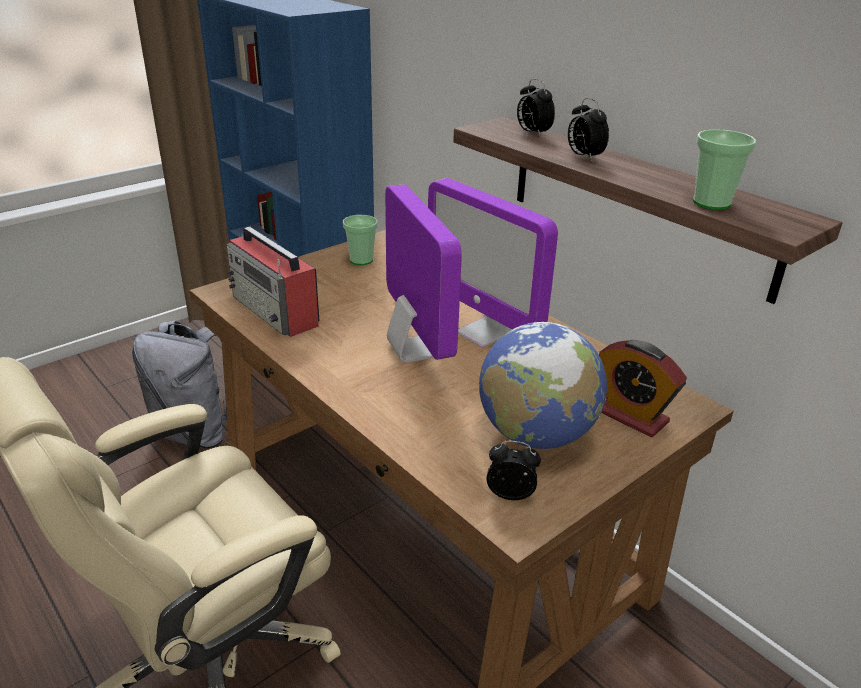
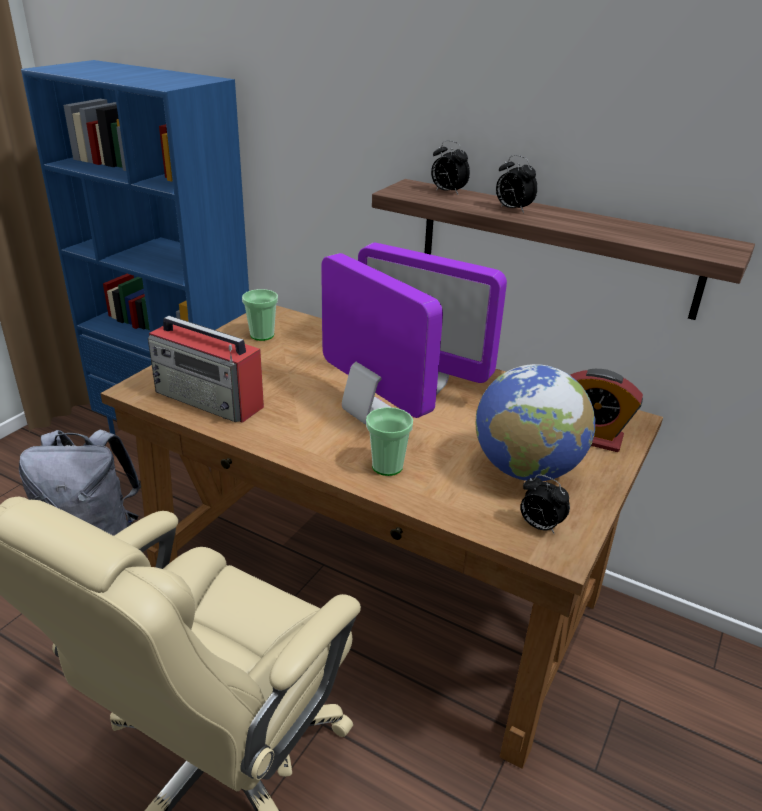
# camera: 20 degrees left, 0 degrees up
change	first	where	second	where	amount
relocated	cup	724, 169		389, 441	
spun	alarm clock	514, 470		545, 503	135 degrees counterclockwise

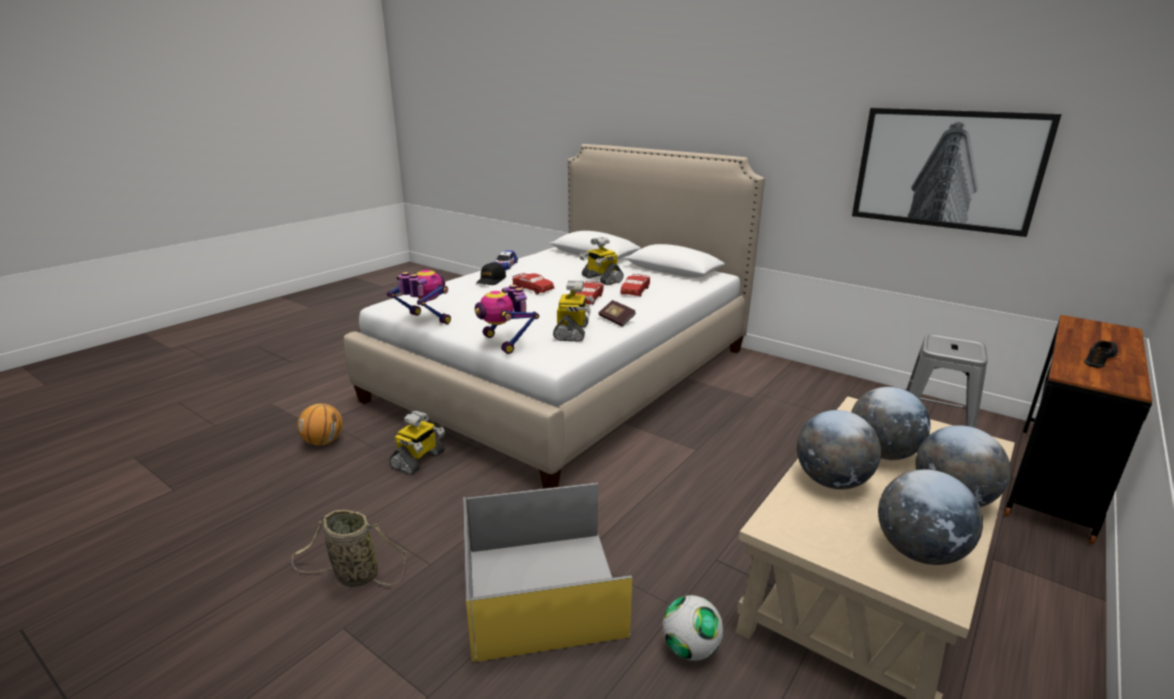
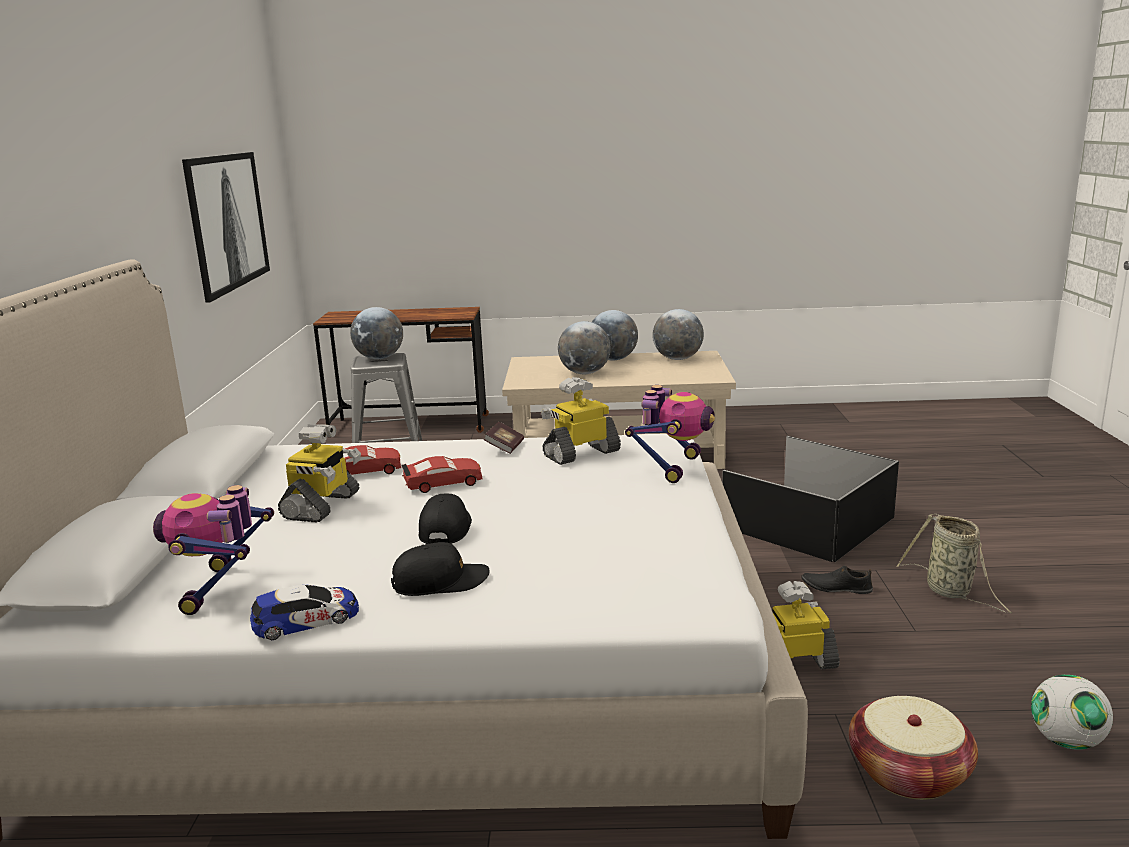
# camera: 125 degrees left, 5 degrees down
change	first	where	second	where	amount
relocated	toy robot	419, 297		213, 550	
exchanged	toy car (red)	533, 283	cap (black)	445, 518	
relocated	shoe (black)	1101, 354		837, 579	
exchanged	basketball	320, 424	basket	913, 748	
relocated	globe	839, 450		376, 333	
colour	storage box (yellow)	547, 572	storage box (black)	810, 499	
relocated	football	693, 628		1072, 712	

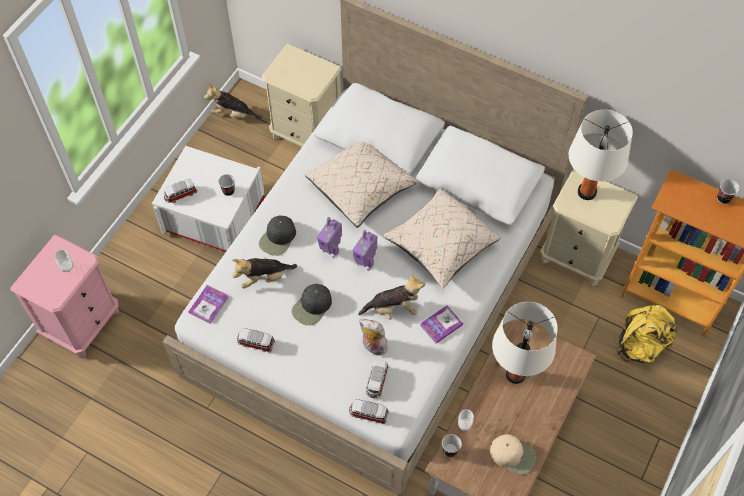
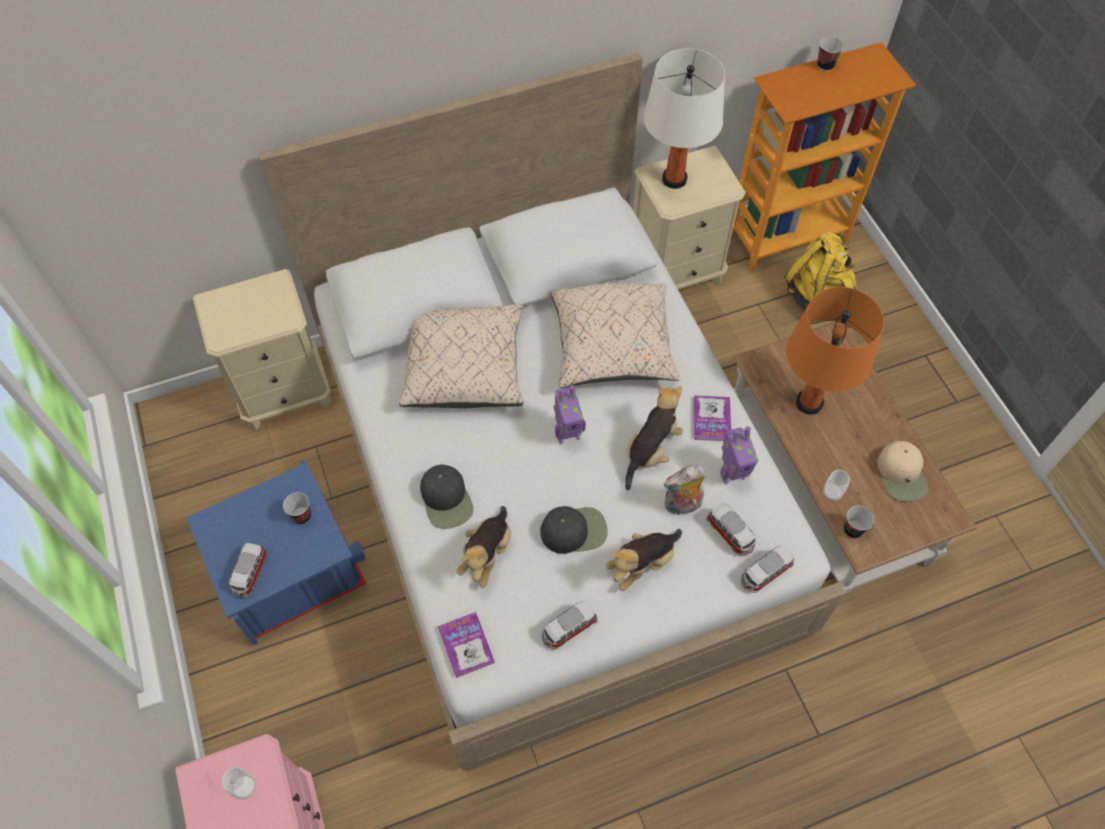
# camera: 50 degrees left, 0 degrees up
change	first	where	second	where	amount
relocated	plush toy	233, 101		644, 560	
colour	storage box (white)	208, 199	storage box (blue)	276, 552	
relocated	toy robot	329, 237		739, 455	
spun	cap (black)	311, 304		574, 530	90 degrees counterclockwise
colour	table lamp (white)	525, 343	table lamp (orange)	835, 351	
spun	cap (beige)	513, 454		902, 471	105 degrees clockwise

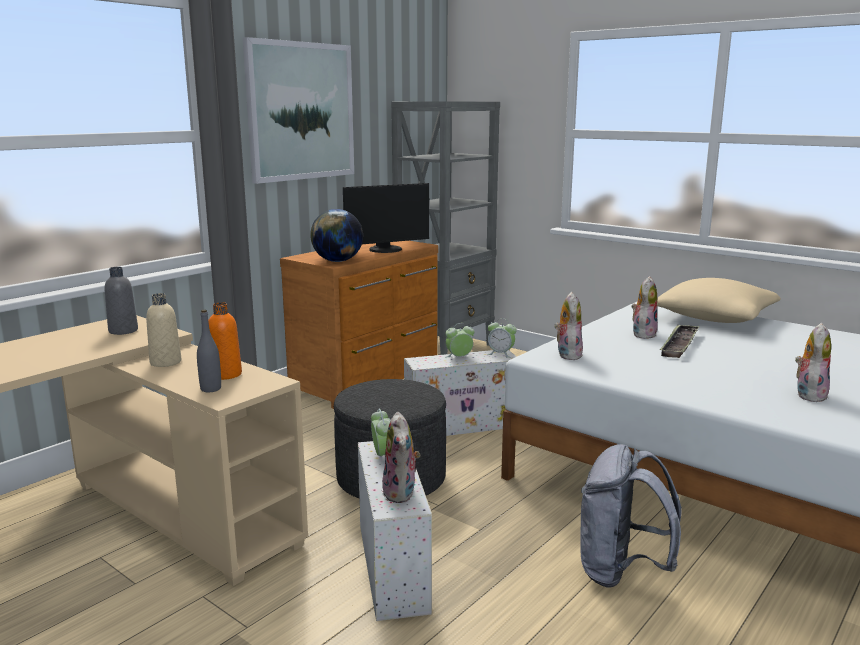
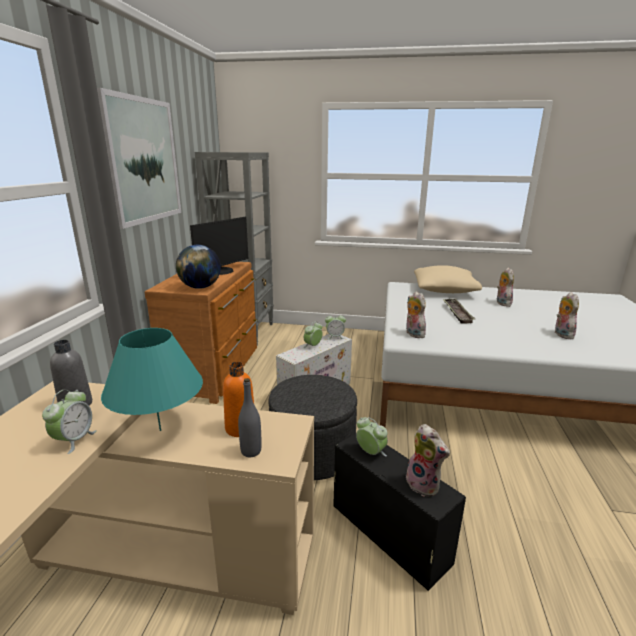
# camera: 30 degrees left, 5 degrees up
change	first	where	second	where	amount
relocated	plush toy	644, 307		505, 287	
exchanged	bottle (beige)	163, 330	table lamp (turquoise)	152, 379	
colour	storage box (white)	395, 531	storage box (black)	399, 512	
missing	backpack (grey)	630, 515			
appeared			alarm clock	69, 421	

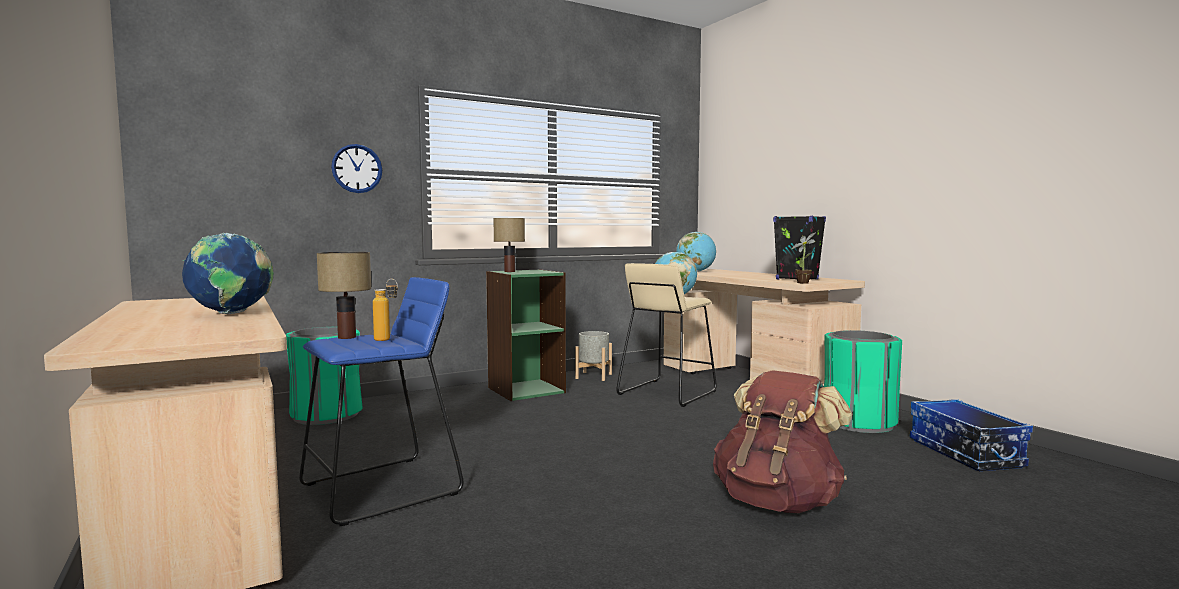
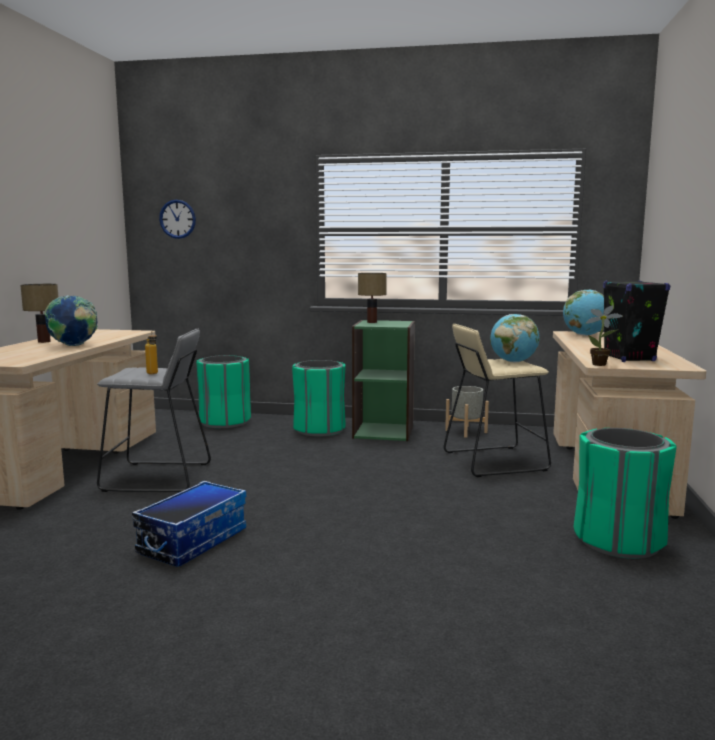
# camera: 40 degrees right, 5 degrees up
change	first	where	second	where	amount
relocated	wall clock	356, 168		177, 219	
relocated	table lamp	344, 295		39, 313	
colour	stool (blue)	381, 401	stool (grey)	154, 411	
missing	backpack (brown)	782, 441			
relocated	storage box	971, 435		189, 524	
appeared			trash can (green)	319, 398	

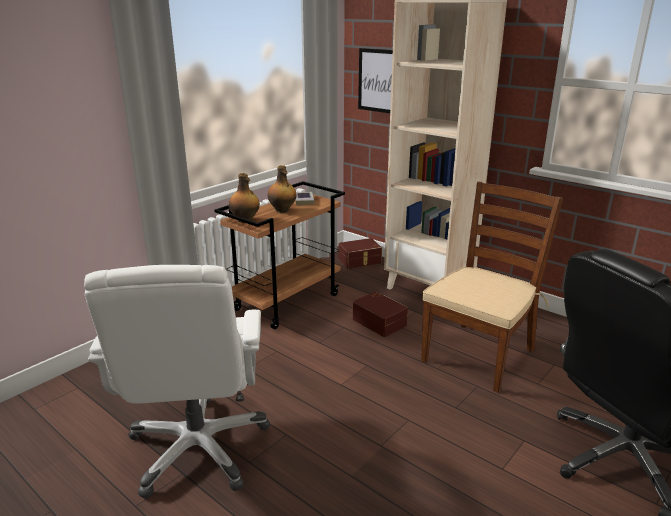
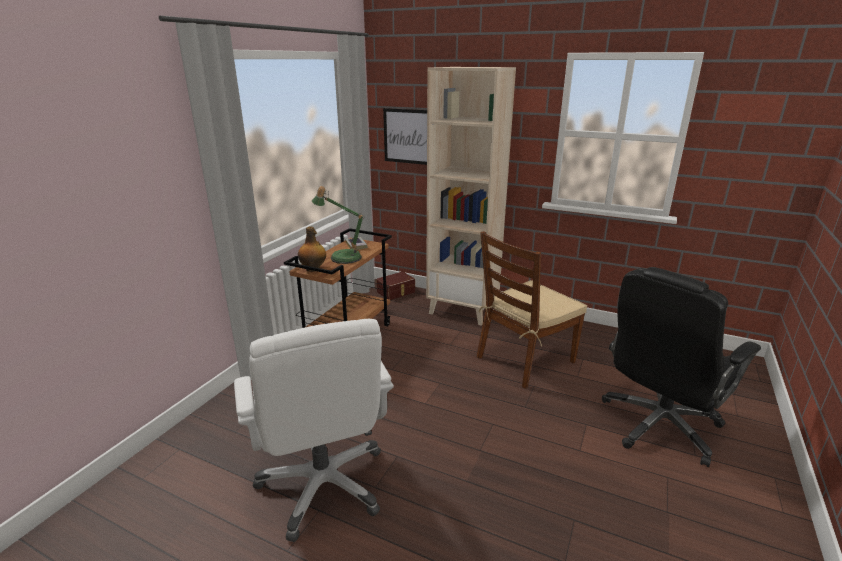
# camera: 15 degrees left, 0 degrees up
change	first	where	second	where	amount
exchanged	bottle	282, 189	table lamp	338, 225	
spun	chair (brown)	492, 287		532, 310	150 degrees counterclockwise
missing	storage box (brown)	380, 314			

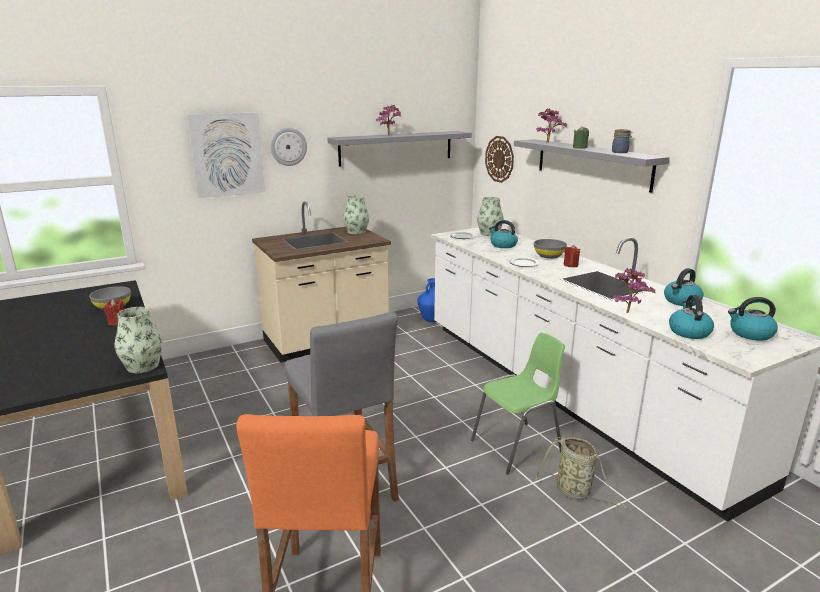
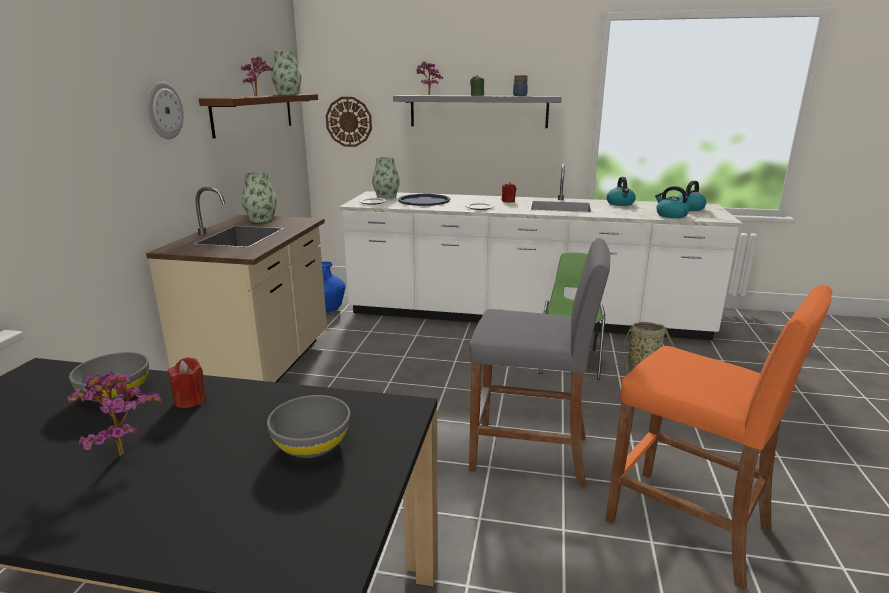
# camera: 50 degrees left, 0 degrees up
change	first	where	second	where	amount
missing	picture	226, 155			
colour	shelf (grey)	399, 149	shelf (brown)	258, 116	
exchanged	kettle	503, 234	tray (blue)	424, 200	
relocated	bowl (grey)	550, 249		308, 426	
relocated	potted plant	635, 290		114, 413	
relocated	vase	139, 340		286, 73	

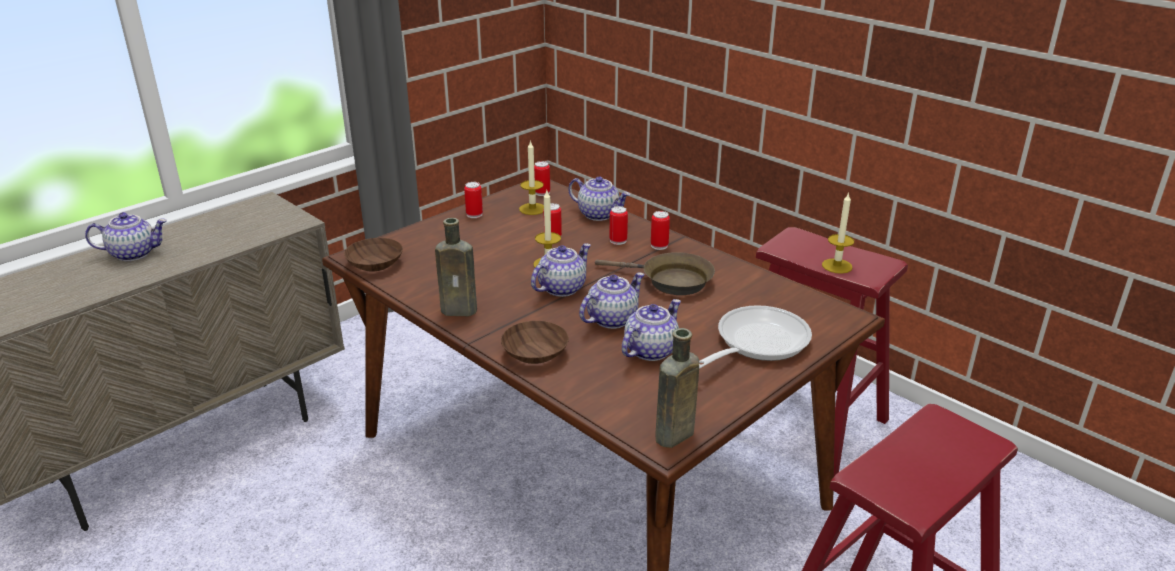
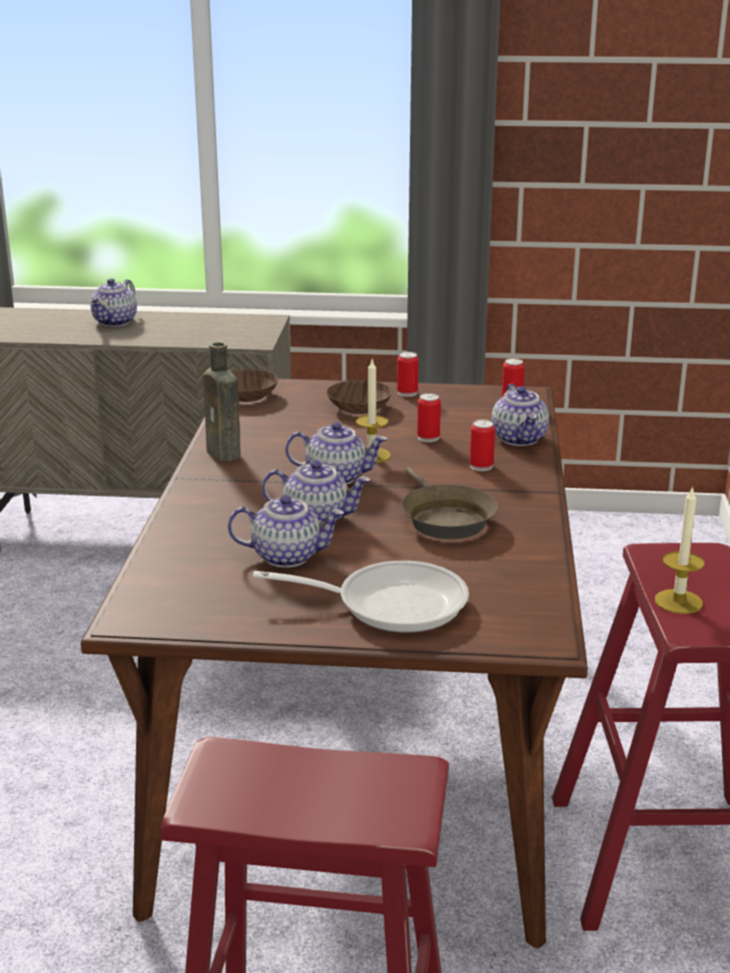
# camera: 50 degrees right, 5 degrees down
change	first	where	second	where	amount
missing	candle	531, 177			
missing	can	660, 230			
spun	teapot	126, 236		113, 302	75 degrees clockwise
relocated	bowl (brown)	535, 342		359, 397	
missing	bottle (brown)	677, 388			

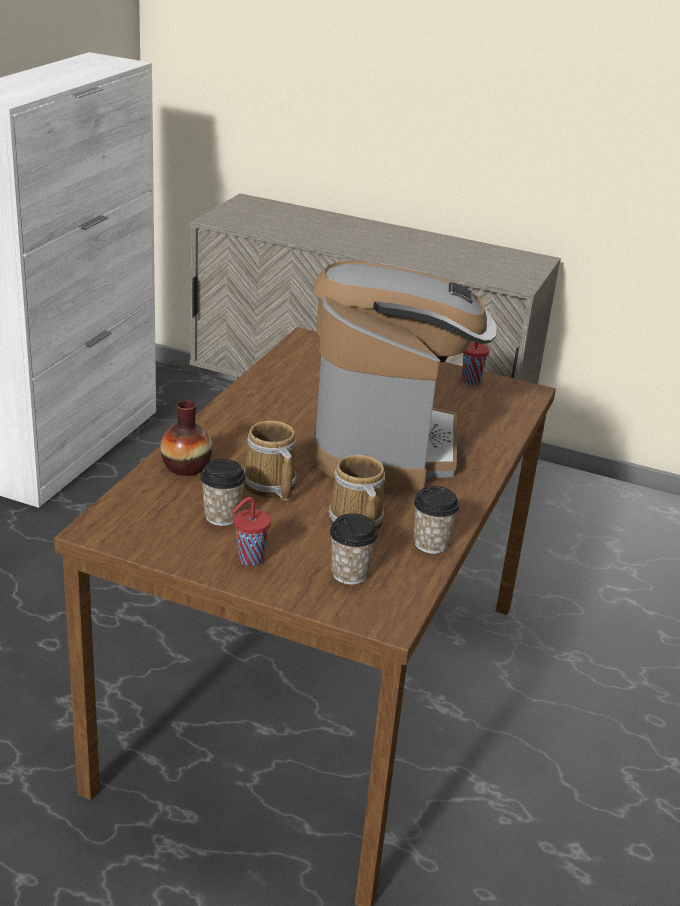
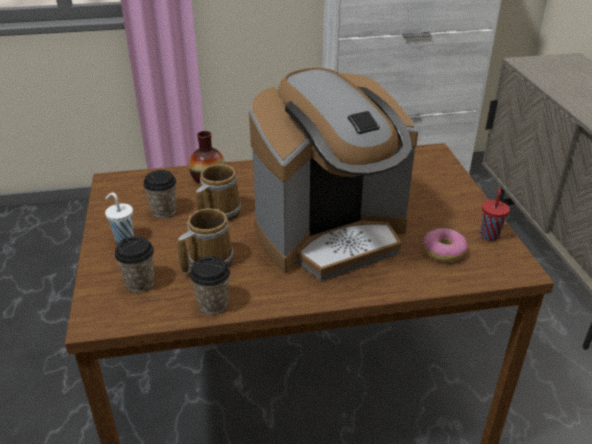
# camera: 60 degrees right, 5 degrees up
change	first	where	second	where	amount
colour	cup (red)	251, 531	cup (white)	119, 218	
appeared			donut	445, 245	

